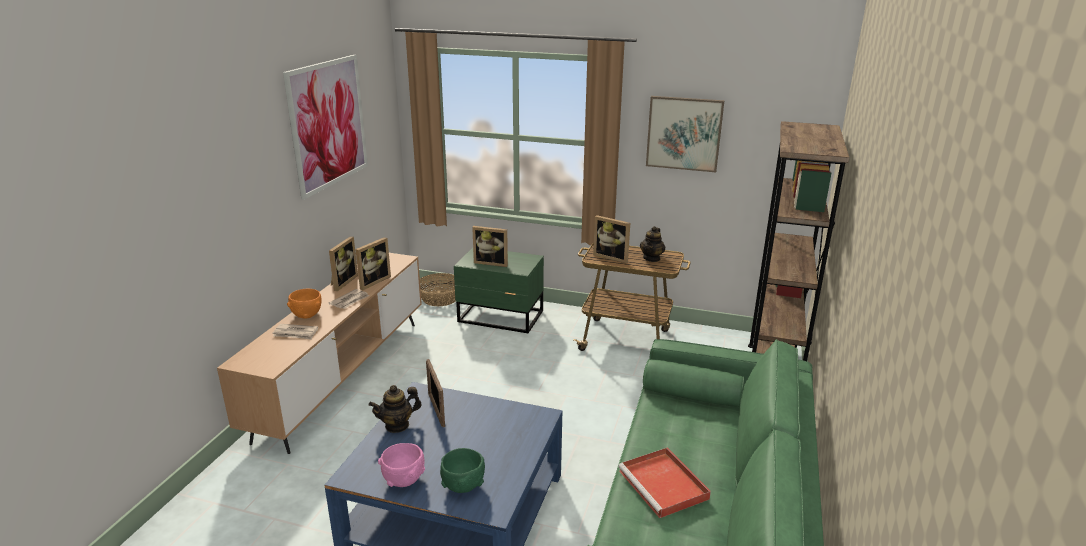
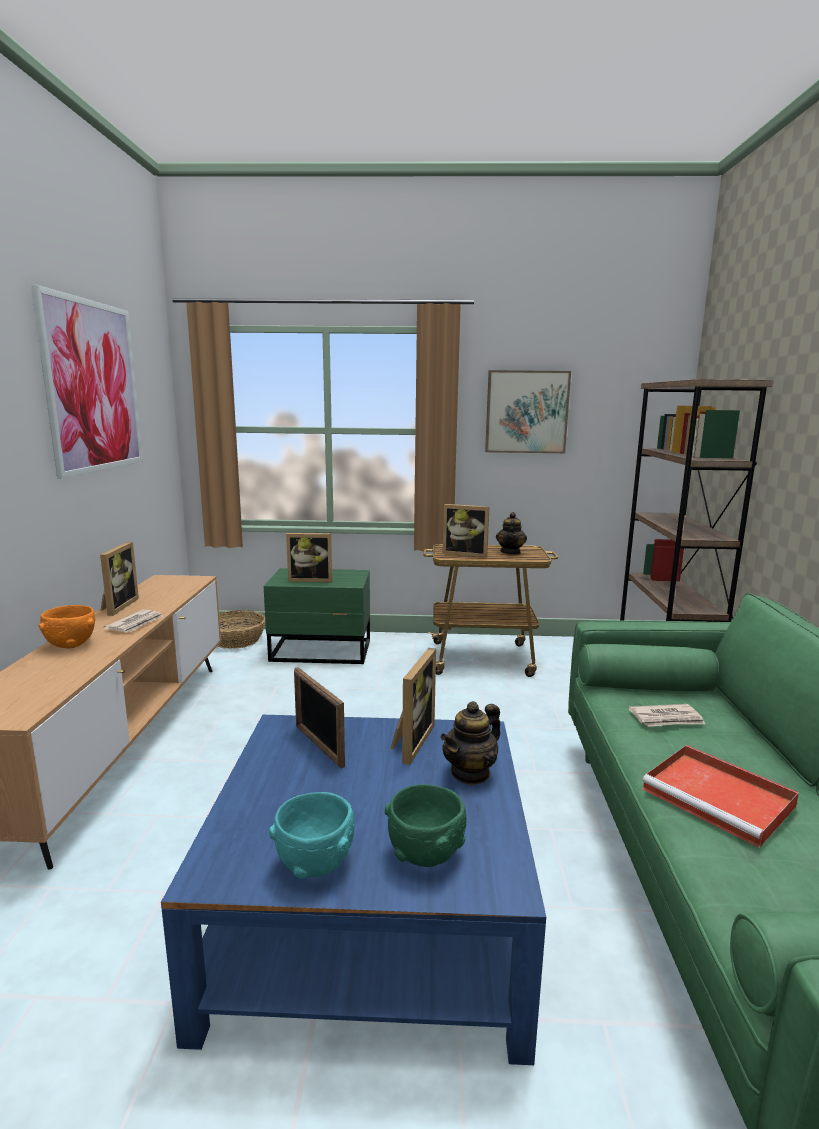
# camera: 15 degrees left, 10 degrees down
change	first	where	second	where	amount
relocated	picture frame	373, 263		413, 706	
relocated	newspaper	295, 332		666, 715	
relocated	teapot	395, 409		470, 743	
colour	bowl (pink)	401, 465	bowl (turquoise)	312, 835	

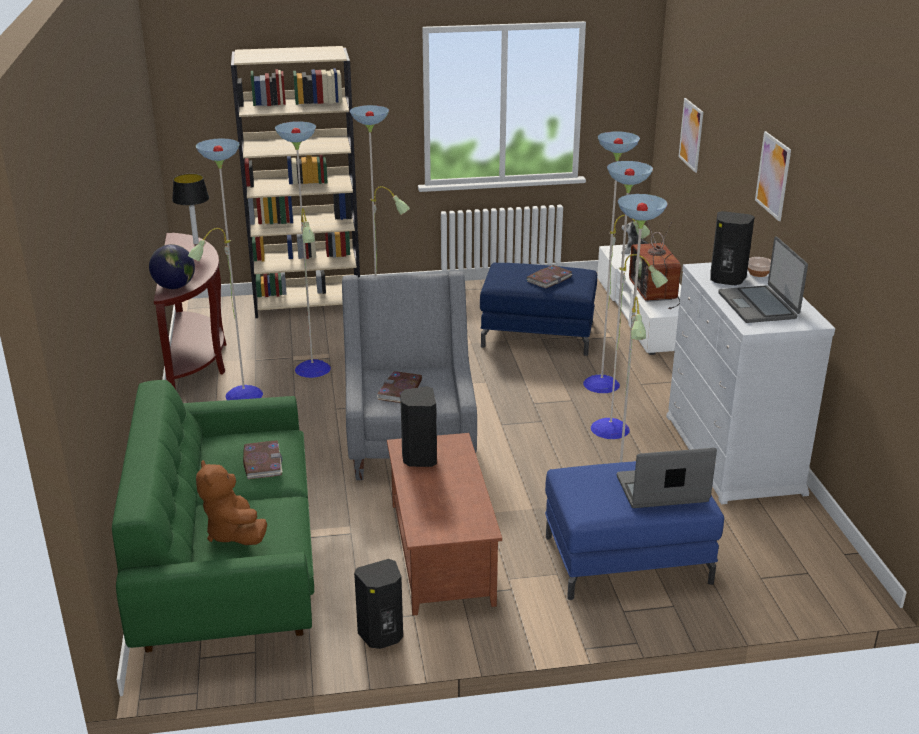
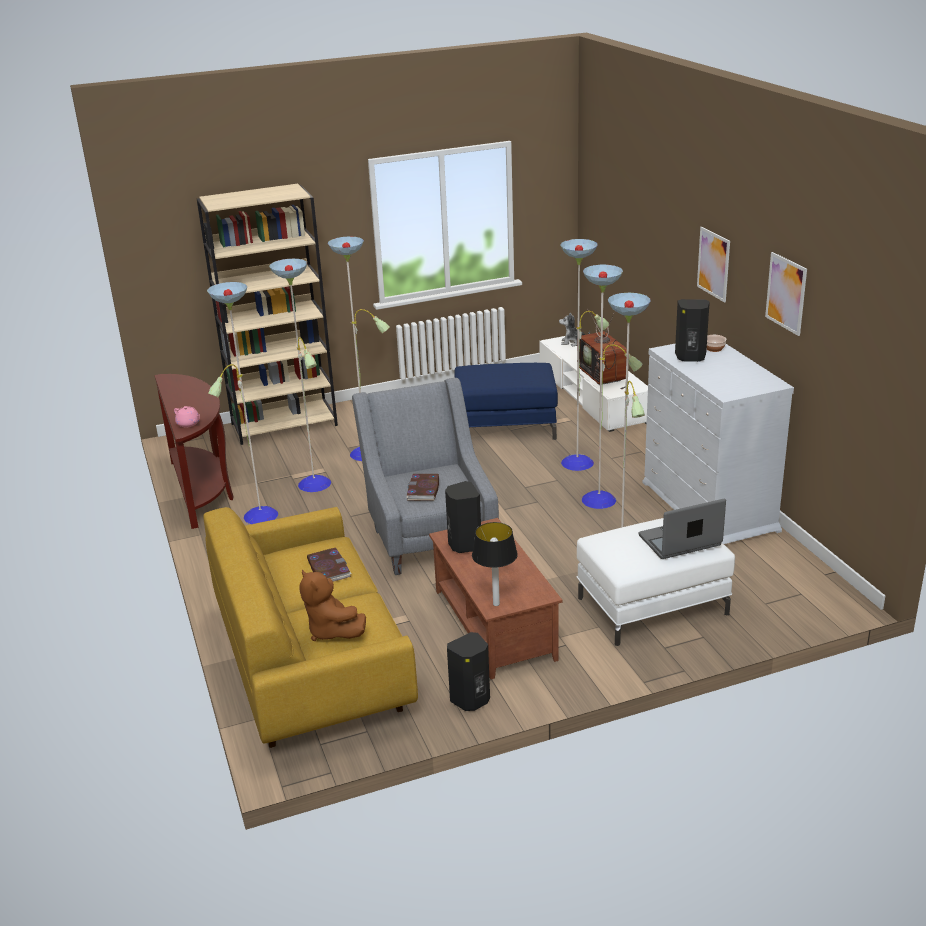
# camera: 10 degrees left, 0 degrees up
change	first	where	second	where	amount
relocated	picture	691, 135		786, 294	
relocated	table lamp	190, 209		495, 564	
missing	laptop	763, 279			
exchanged	globe	172, 266	teapot (pink)	187, 416	
missing	book	549, 276			
colour	sofa (green)	213, 516	sofa (yellow)	310, 627	
colour	ottoman (blue)	634, 530	ottoman (white)	656, 582	

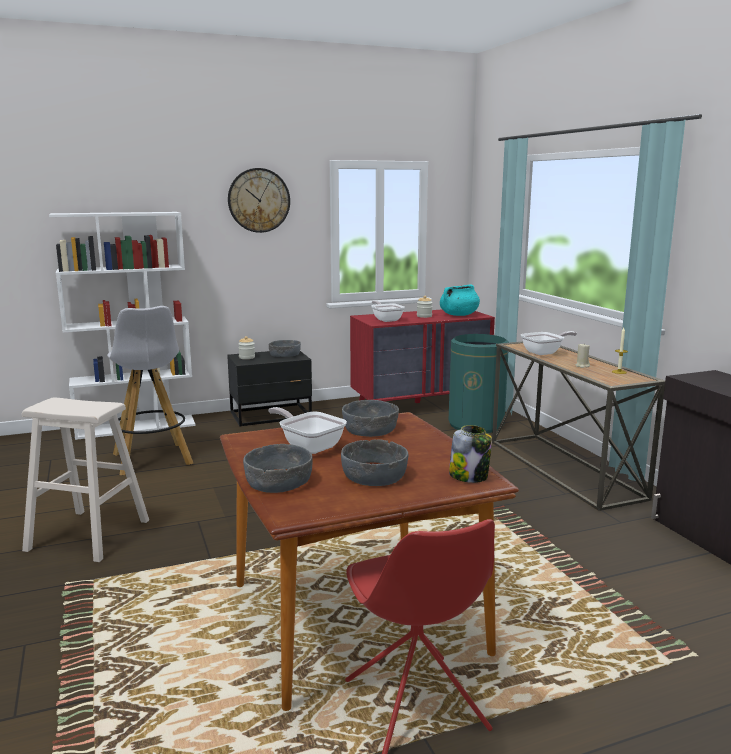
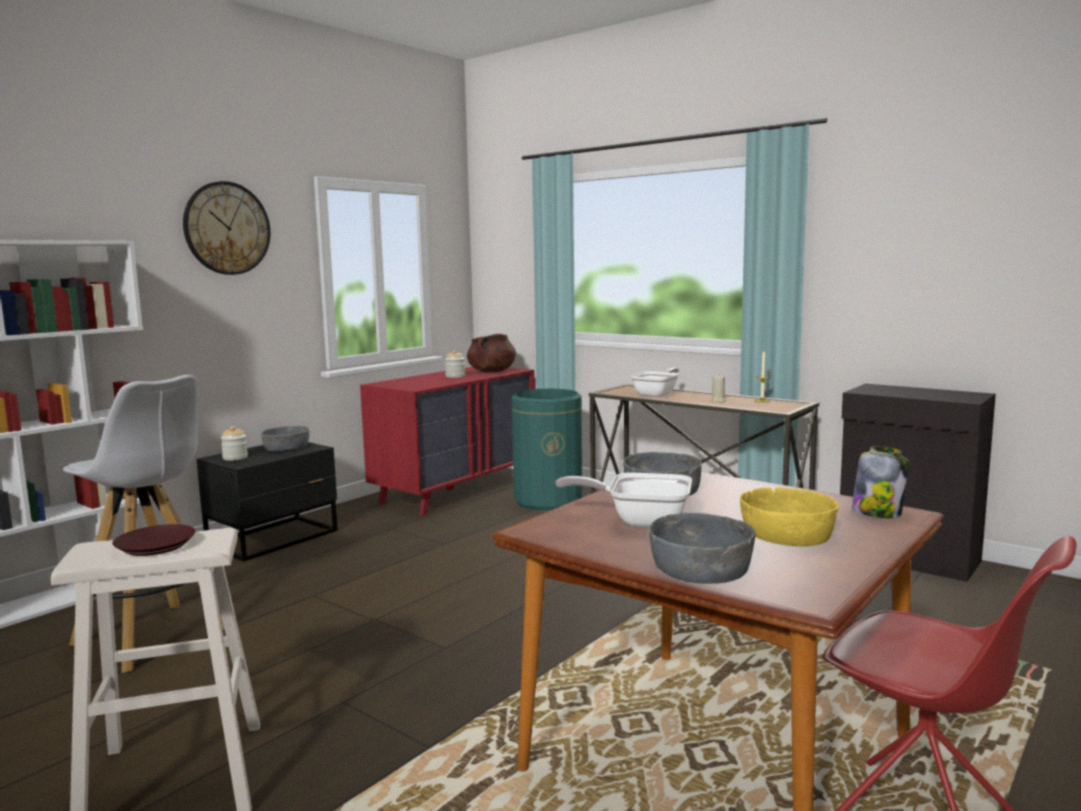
# camera: 30 degrees left, 5 degrees down
change	first	where	second	where	amount
colour	cooking pot (turquoise)	460, 300	cooking pot (brown)	491, 353	
missing	frying pan	388, 311			
colour	bowl (grey)	374, 463	bowl (yellow)	789, 516	
appeared			plate (brown)	154, 540	

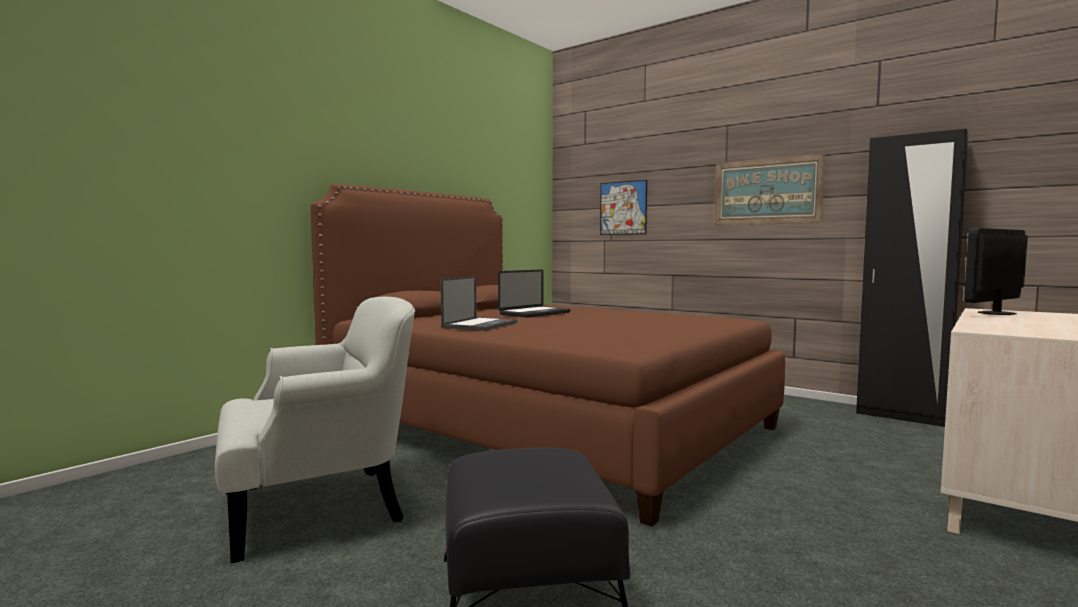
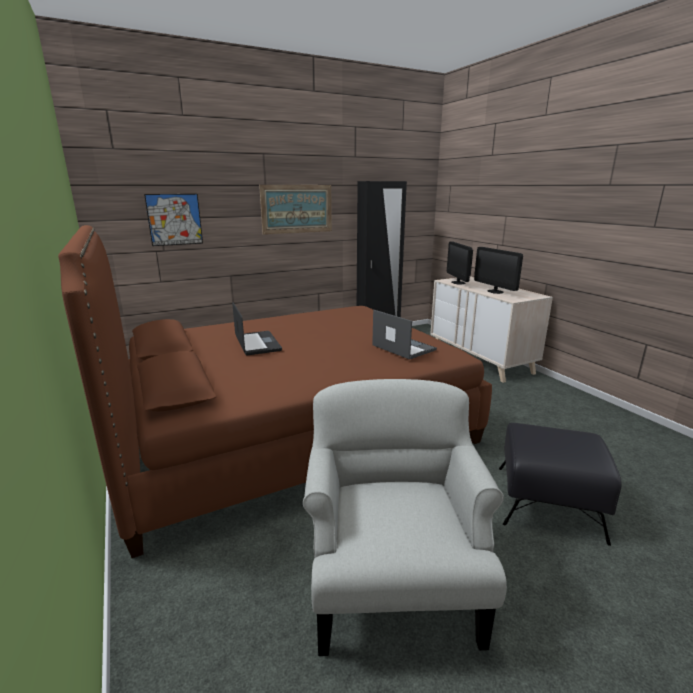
# camera: 65 degrees left, 15 degrees up
change	first	where	second	where	amount
relocated	laptop	479, 303		404, 335	
appeared			monitor	498, 270	

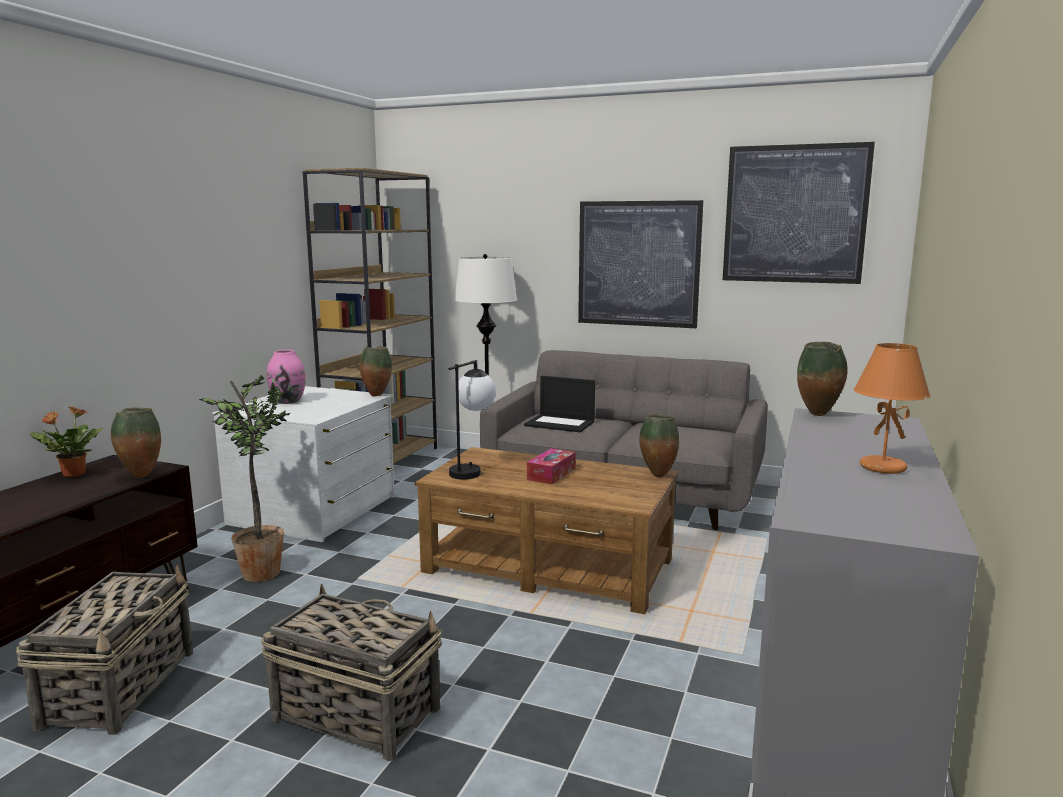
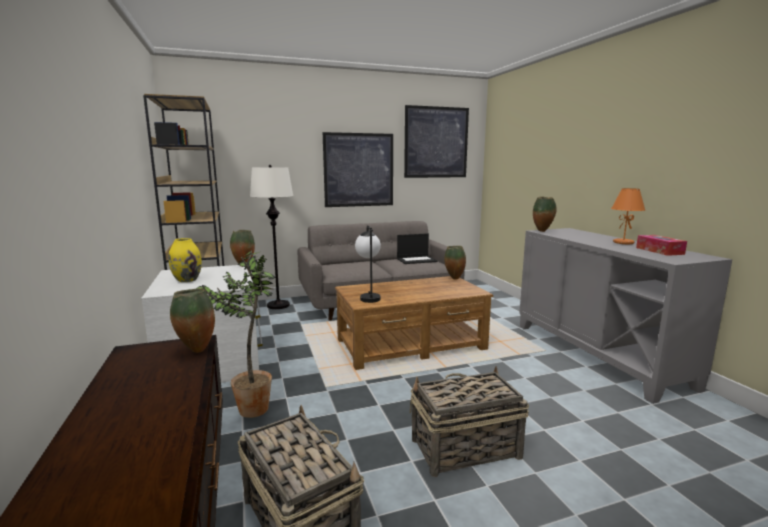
# camera: 40 degrees left, 0 degrees up
change	first	where	second	where	amount
colour	vase (pink)	286, 377	vase (yellow)	185, 260	
relocated	laptop	559, 404		417, 248	
missing	potted plant	67, 442			
relocated	tissue box	551, 466		661, 245	

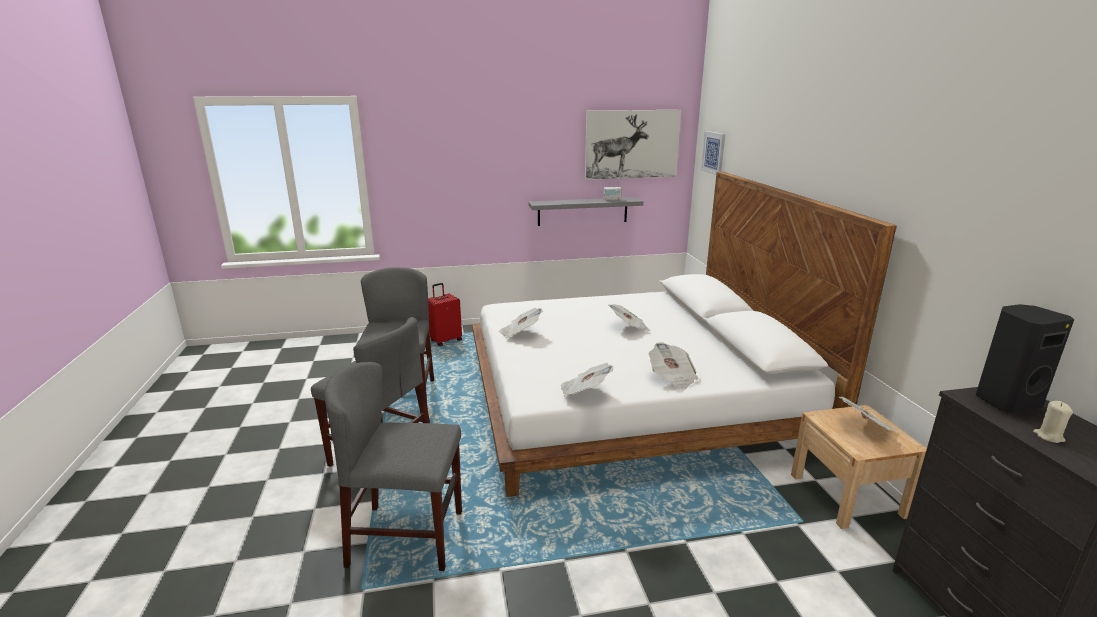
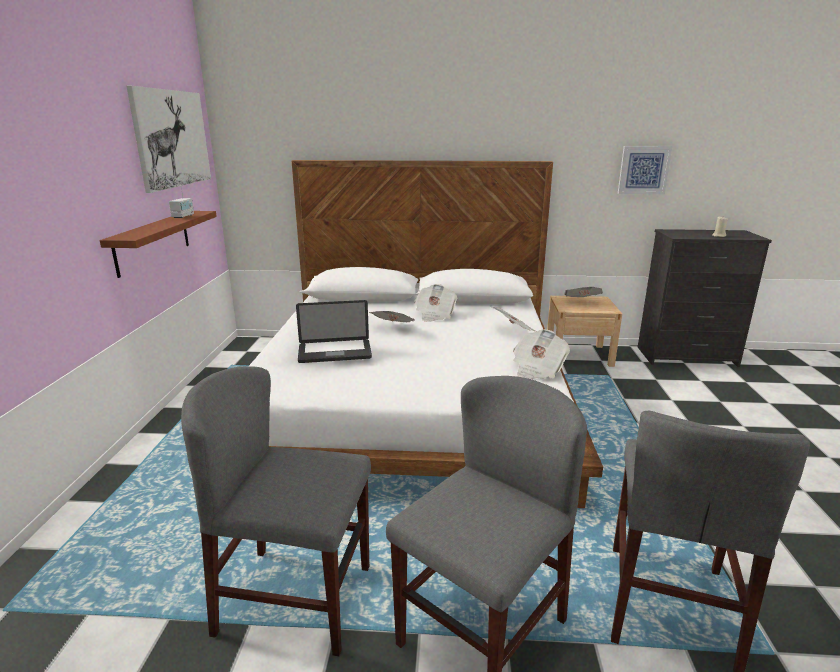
# camera: 75 degrees left, 0 degrees up
change	first	where	second	where	amount
relocated	picture	713, 153		645, 170	
colour	shelf (grey)	585, 211	shelf (brown)	158, 244	
missing	suitcase (red)	445, 314			
missing	speaker (black)	1025, 358			
relocated	newspaper	521, 323		435, 303	
appeared			laptop	334, 331	

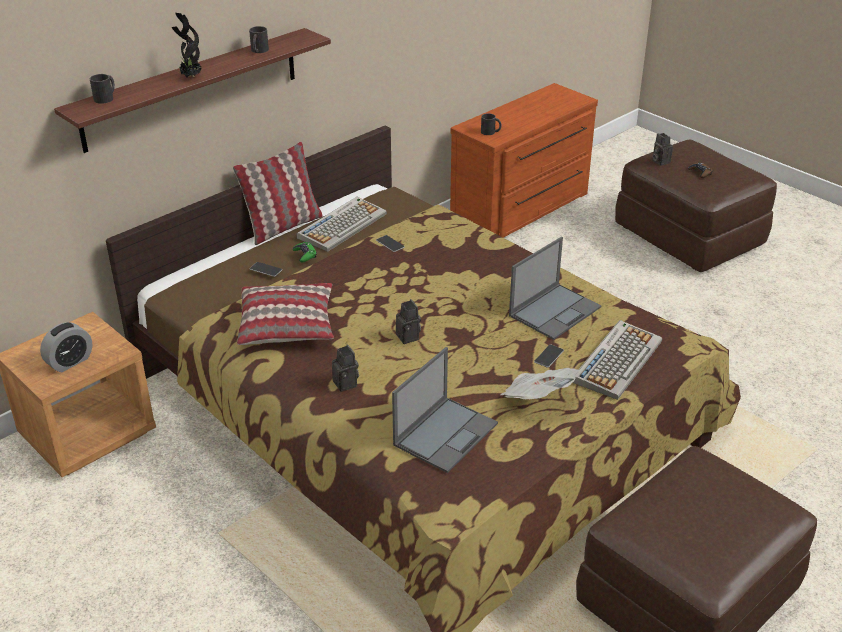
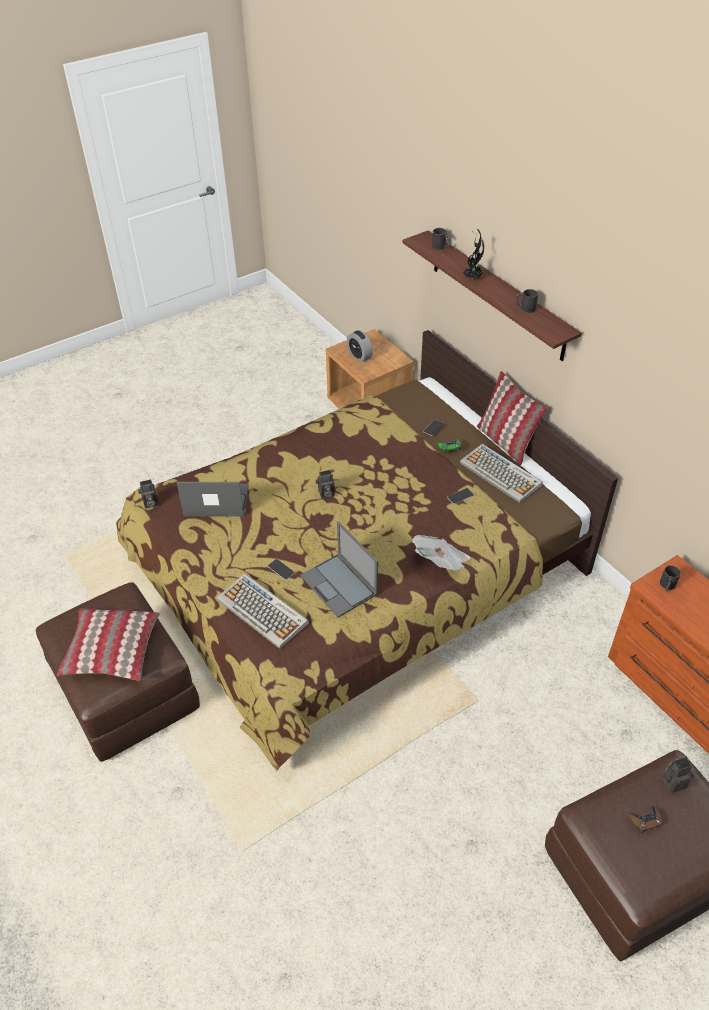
# camera: 100 degrees right, 10 degrees up
change	first	where	second	where	amount
relocated	pillow	285, 314		108, 644	
relocated	photo camera	345, 368		148, 494	
spun	laptop	445, 410		213, 499	135 degrees clockwise
relocated	newspaper	540, 383		441, 553	

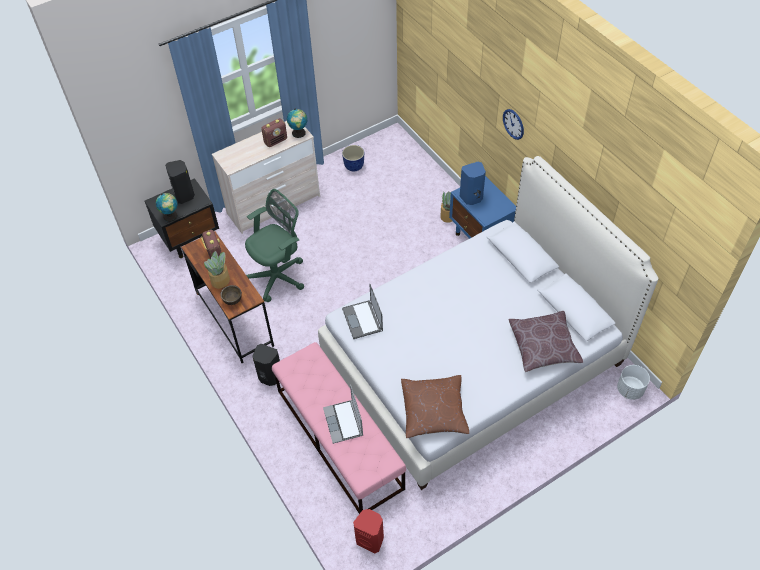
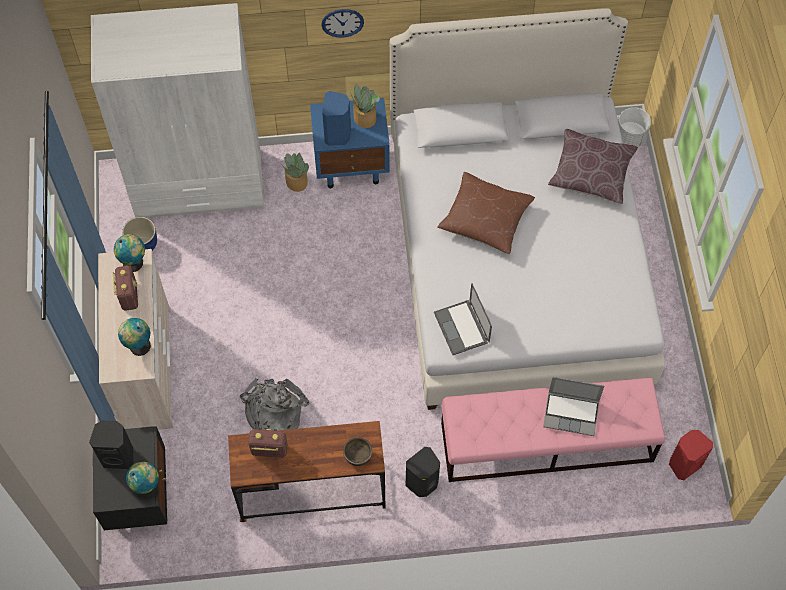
# camera: 65 degrees left, 10 degrees up
change	first	where	second	where	amount
exchanged	office chair (green)	274, 245	backpack (grey)	274, 404	
relocated	potted plant	217, 270		365, 105	
spun	laptop	362, 311		463, 319	60 degrees clockwise
relocated	pillow (brown)	435, 406		486, 213	
appeared			wardrobe (white)	177, 110	
appeared			globe	134, 337	

